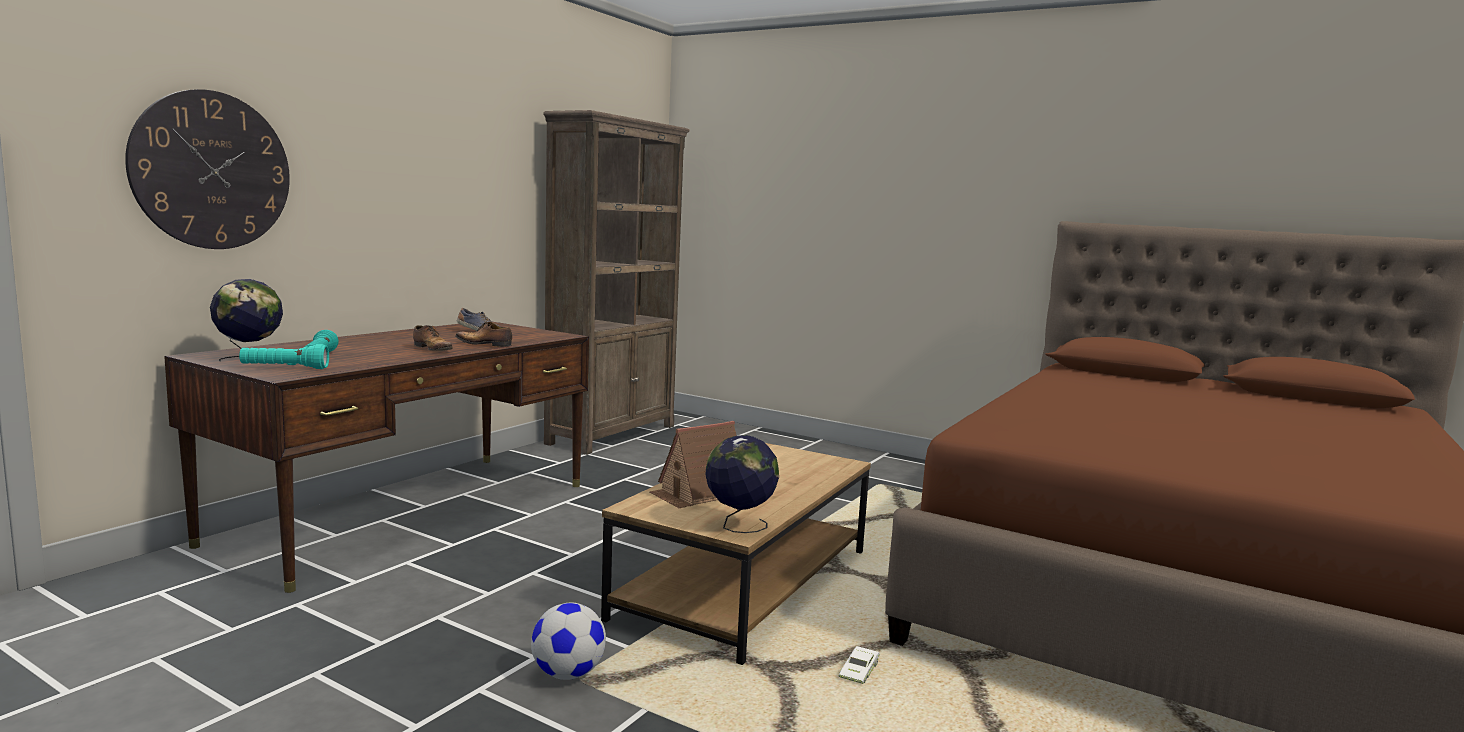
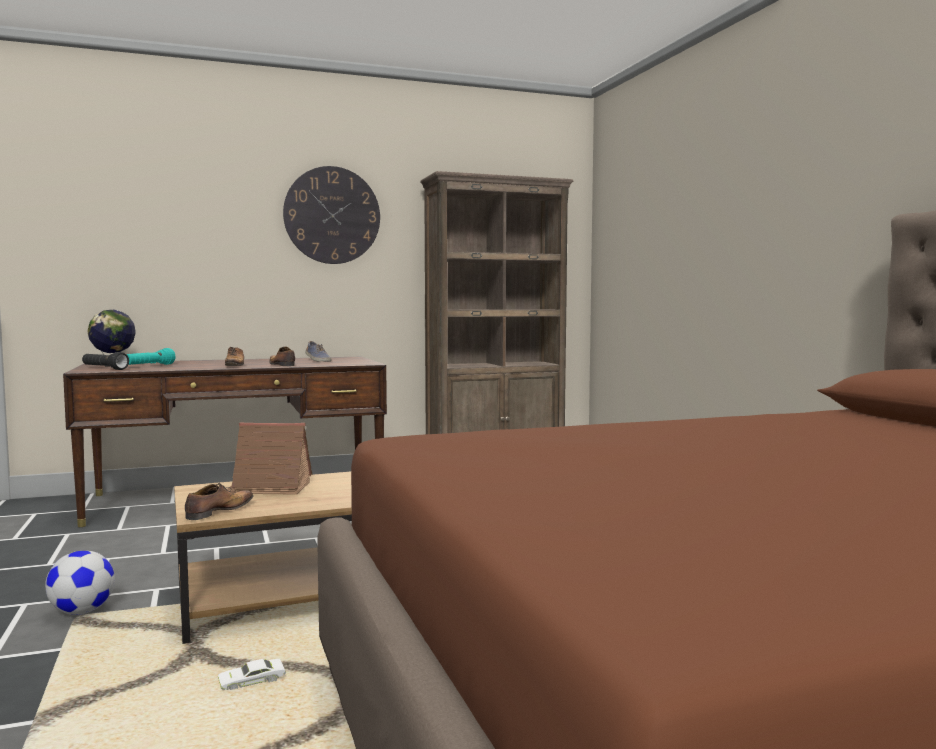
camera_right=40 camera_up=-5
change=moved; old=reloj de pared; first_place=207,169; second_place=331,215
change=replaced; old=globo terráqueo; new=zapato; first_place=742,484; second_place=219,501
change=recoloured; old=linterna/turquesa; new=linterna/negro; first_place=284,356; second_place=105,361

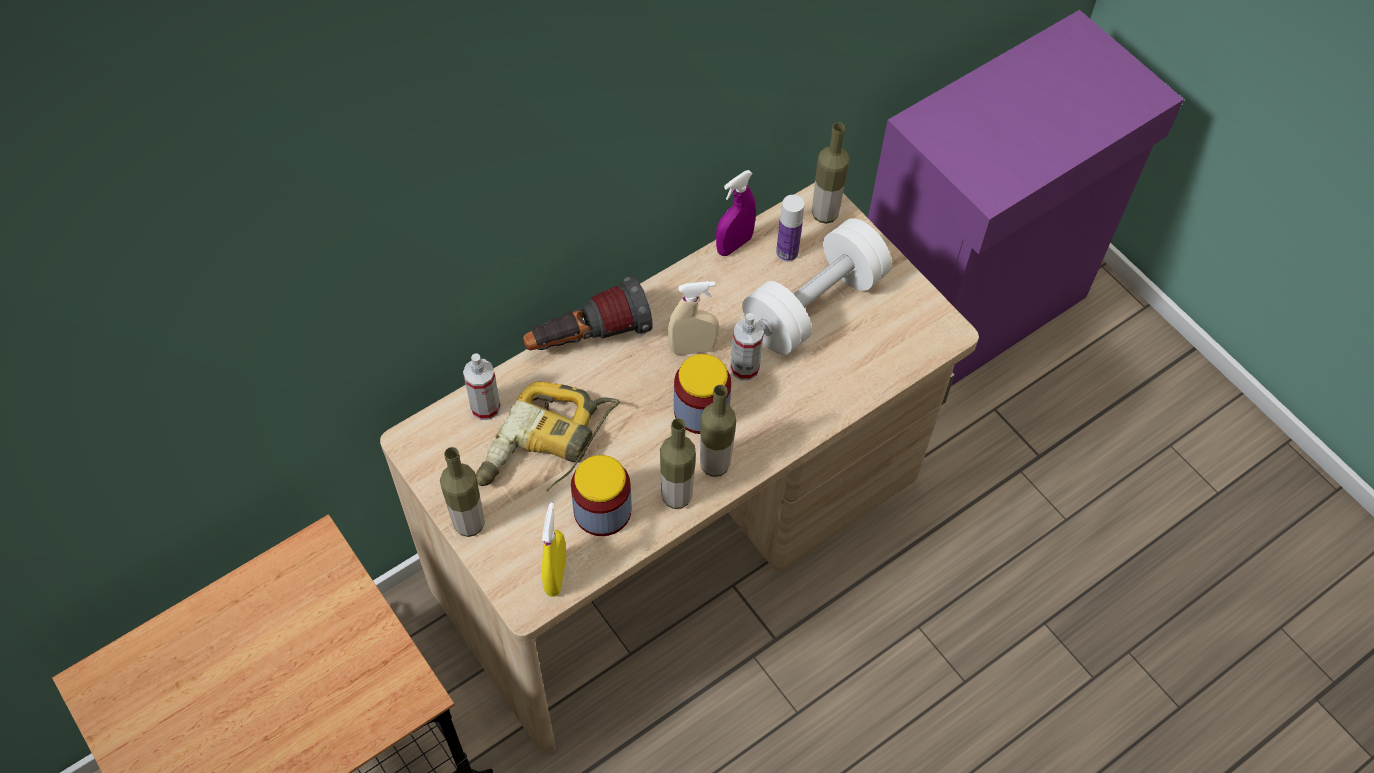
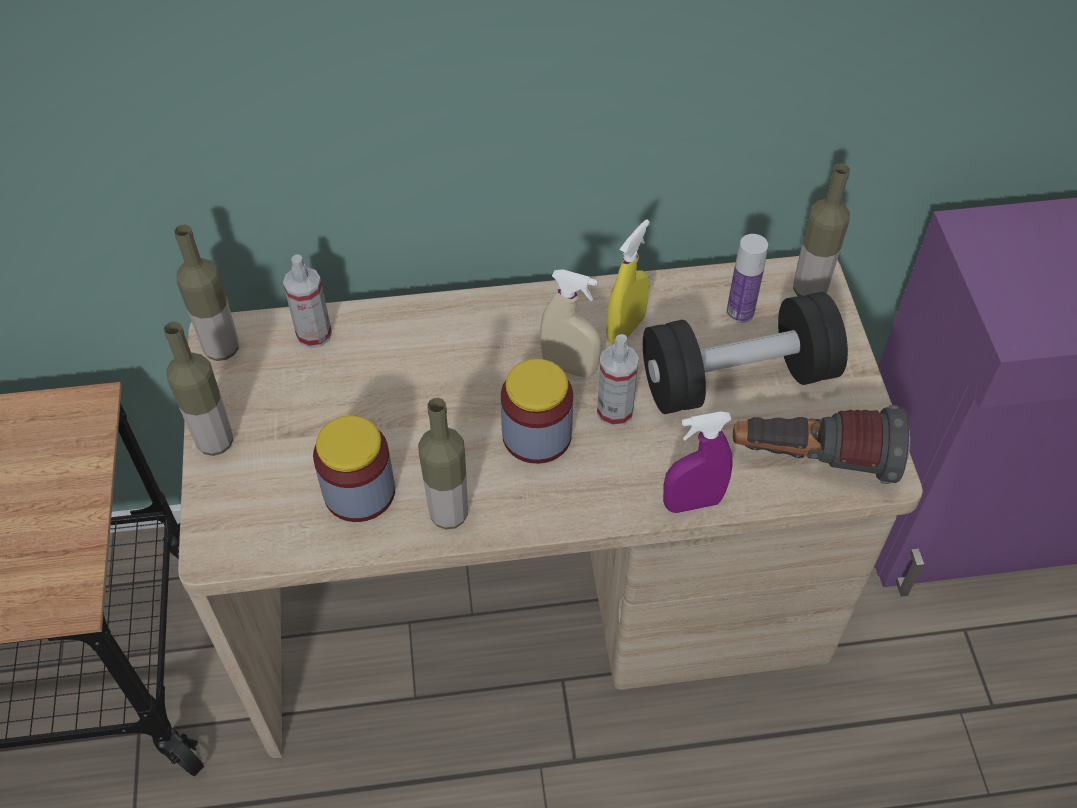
camera_right=30 camera_up=-5
change=removed; old=taladro; first_place=548,437
change=moved; old=linterna; first_place=588,313; second_place=821,444
change=moved; old=pulverizador/amarillo; first_place=553,550; second_place=628,282
change=moved; old=botella; first_place=718,431; second_place=206,292
change=moved; old=pulverizador/morado; first_place=736,213; second_place=698,462
change=recoloured; old=mancuerna/blanco; new=mancuerna/negro; first_place=817,286; second_place=745,353

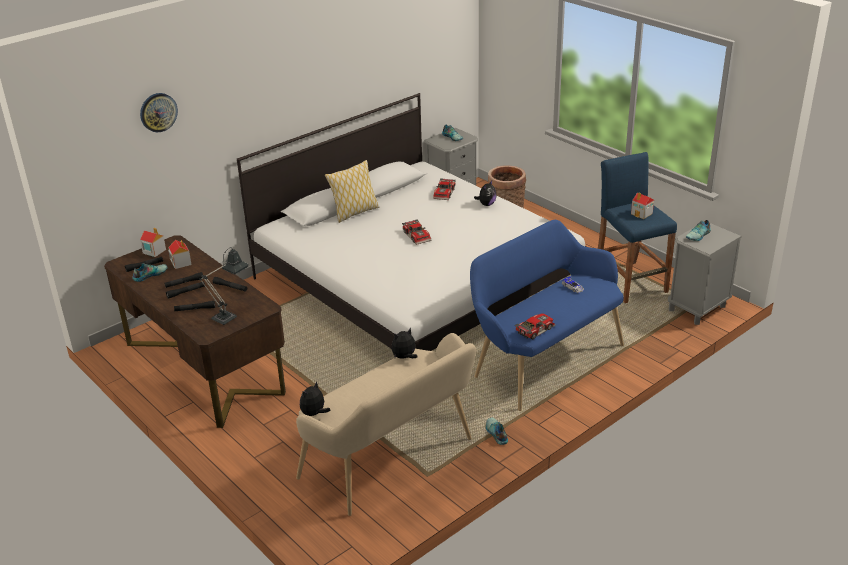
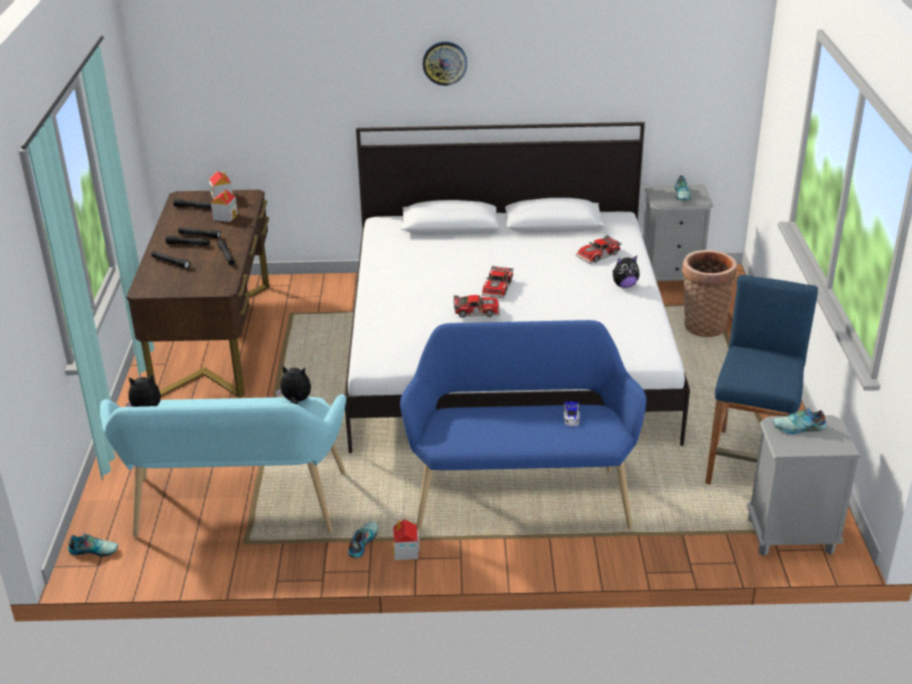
camera_right=40 camera_up=0
change=removed; old=lámpara de mesa; first_place=223,286
change=removed; old=cojín; first_place=352,191
change=moved; old=zapato; first_place=150,272; second_place=93,545
change=moved; old=reloj de pared; first_place=159,112; second_place=445,63
change=moved; old=coche de juguete; first_place=535,326; second_place=477,306
change=moved; old=casita; first_place=642,205; second_place=406,539
change=recoloured; old=banco/beis; new=banco/turquesa; first_place=386,424; second_place=223,466

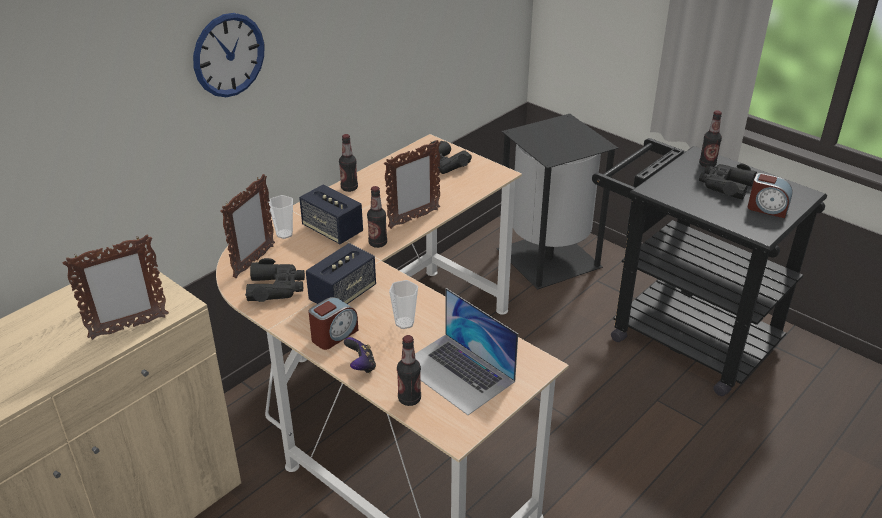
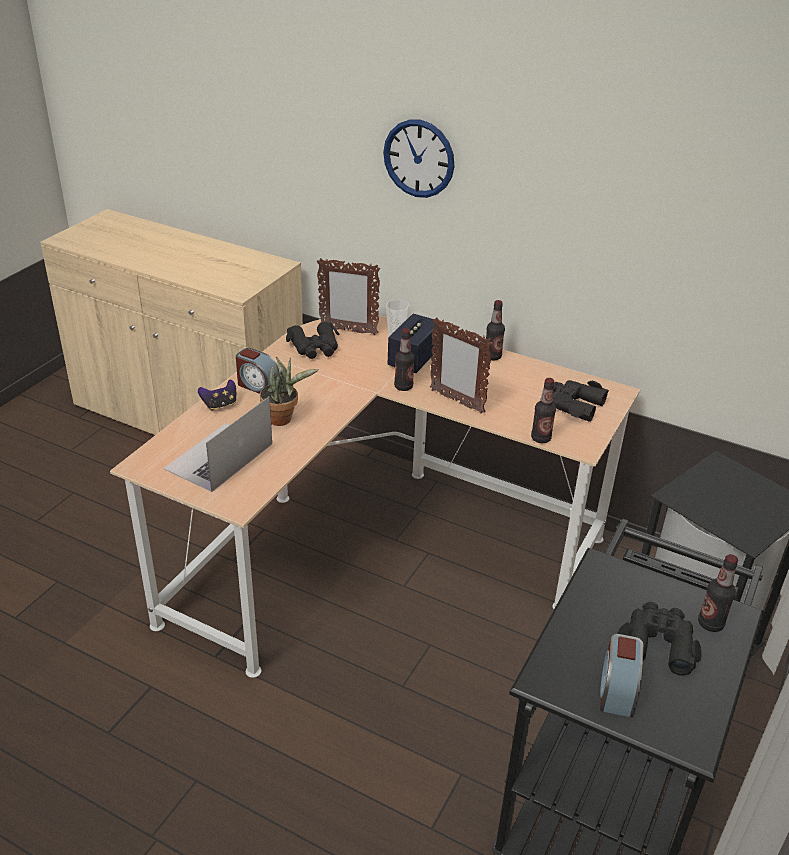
camera_right=75 camera_up=0
change=removed; old=portarretratos; first_place=116,287
change=removed; old=altavoz; first_place=341,273
change=moved; old=botella; first_place=409,370; second_place=543,410
change=replaced; old=taza; new=planta en maceta; first_place=403,304; second_place=289,391

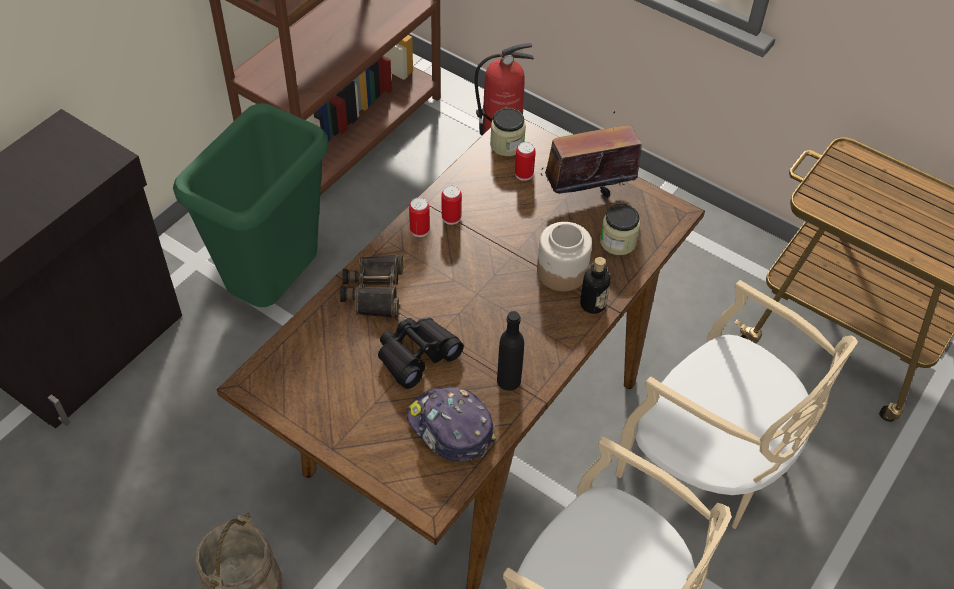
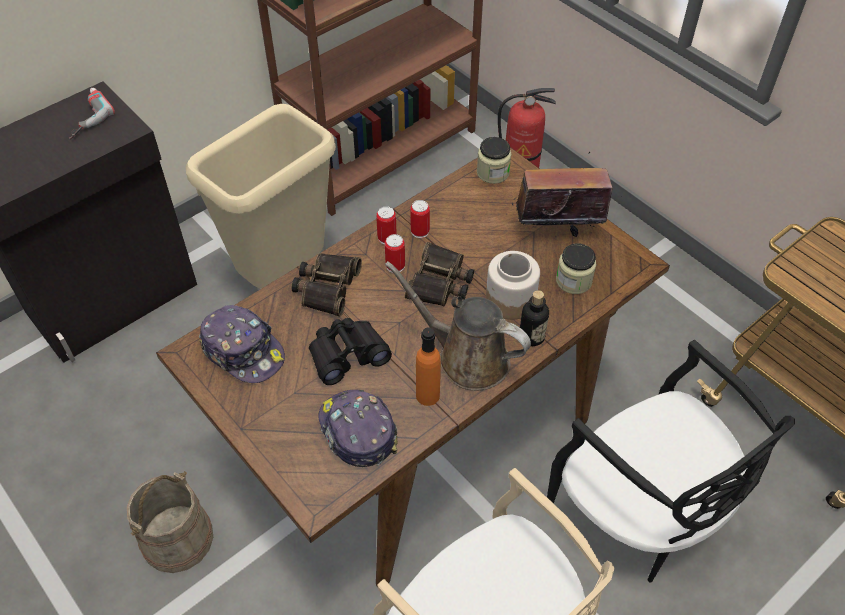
camera_right=15 camera_up=0
change=added; new=taladro; second_place=92,113
change=added; new=gorra; second_place=242,344
change=added; new=regadera/marrón; second_place=458,326
change=added; new=prismáticos; second_place=439,274
change=moved; old=lata; first_place=525,161; second_place=395,253
change=recoloured; old=papelera/verde; new=papelera/beis; first_place=250,205; second_place=260,196
change=recoloured; old=botella/negro; new=botella/naranja; first_place=510,351; second_place=428,367
change=recoloured; old=silla/beis; new=silla/negro; first_place=737,404; second_place=671,461

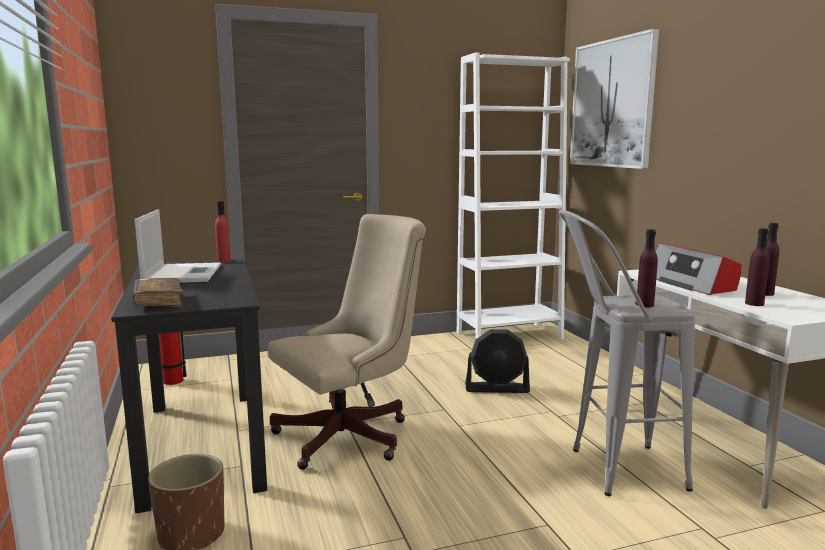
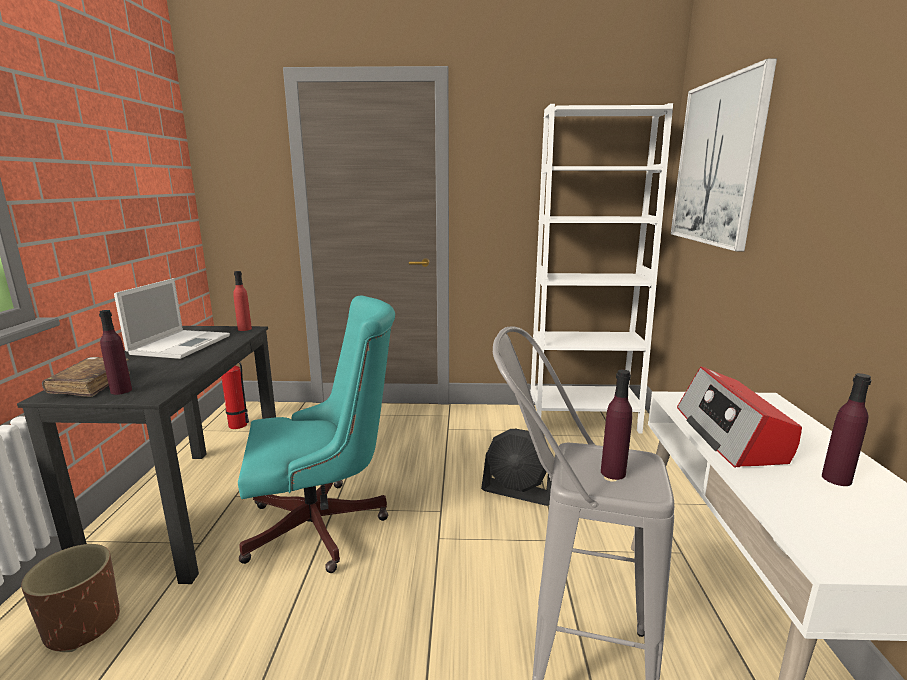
camera_right=20 camera_up=5
change=moved; old=botella/morado; first_place=757,267; second_place=115,352
change=recoloured; old=silla de oficina/beis; new=silla de oficina/turquesa; first_place=347,342; second_place=316,434

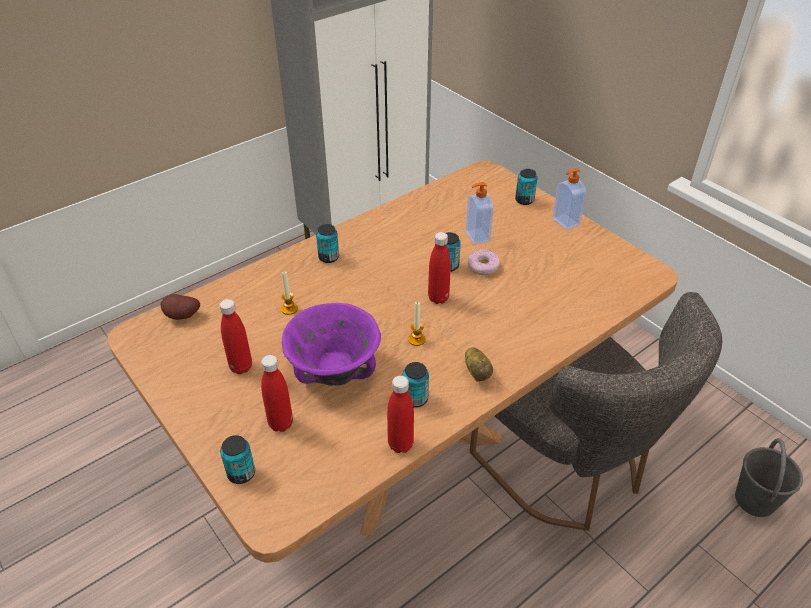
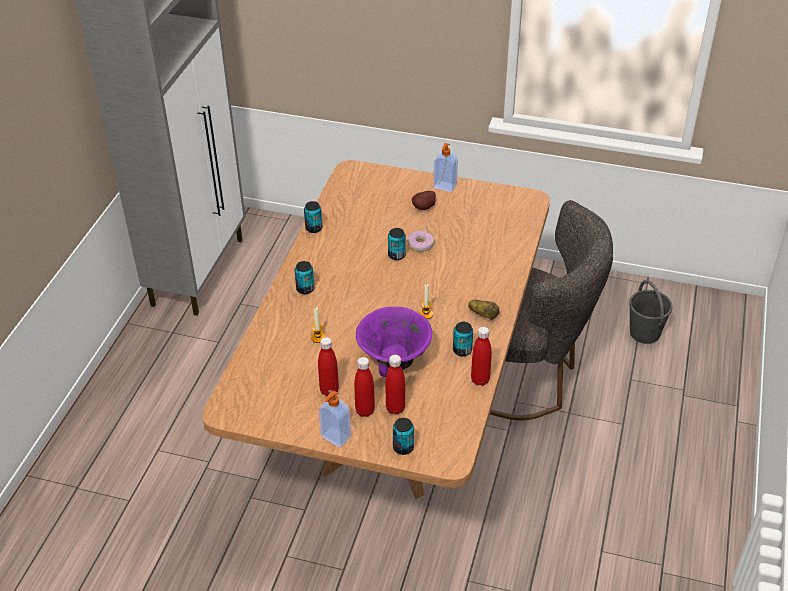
camera_right=-35 camera_up=0
change=moved; old=patata; first_place=180,307; second_place=424,200
change=moved; old=botella/rojo; first_place=439,268; second_place=364,387
change=moved; old=dispensador de jabón; first_place=479,213; second_place=335,419
change=moved; old=lata; first_place=526,187; second_place=313,217

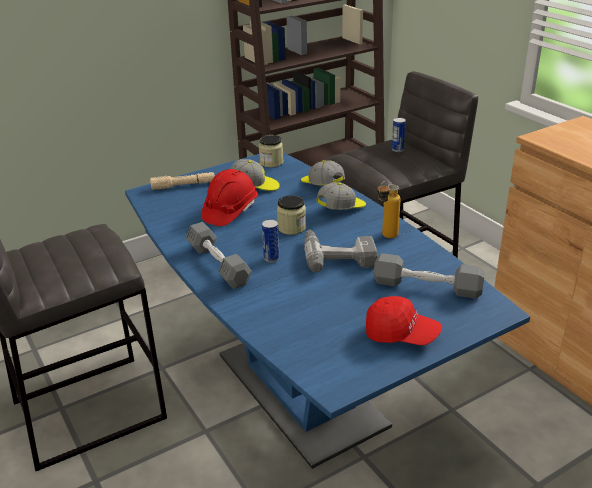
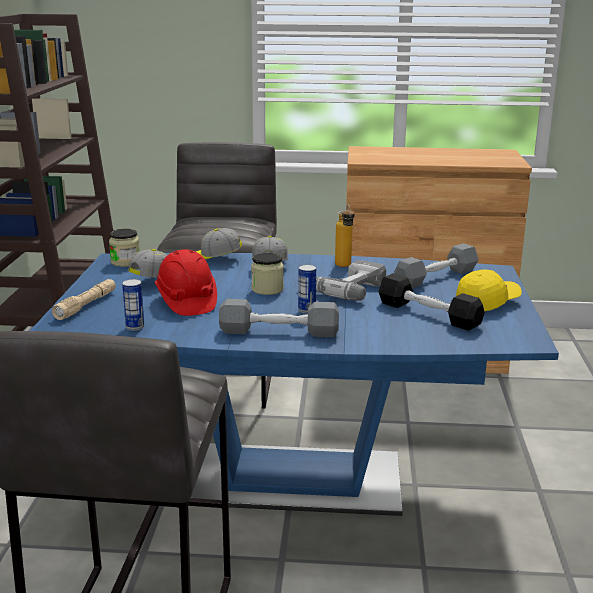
camera_right=-55 camera_up=-10
change=added; new=mancuerna/negro; second_place=431,302
change=moved; old=lata; first_place=399,135; second_place=133,305
change=recoloured; old=gorra/rojo; new=gorra/amarillo; first_place=404,320; second_place=489,290

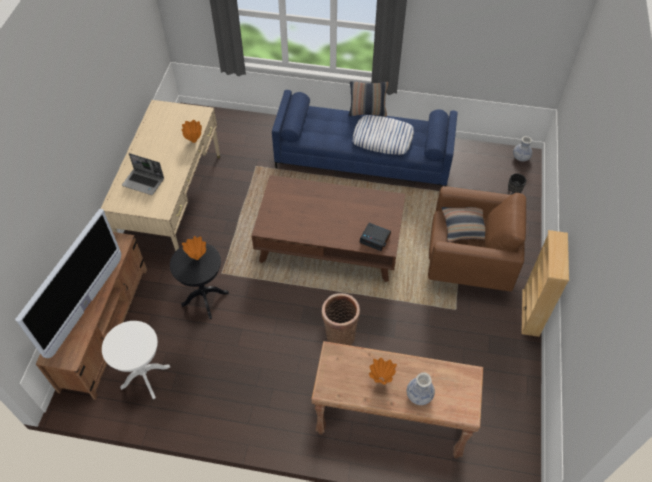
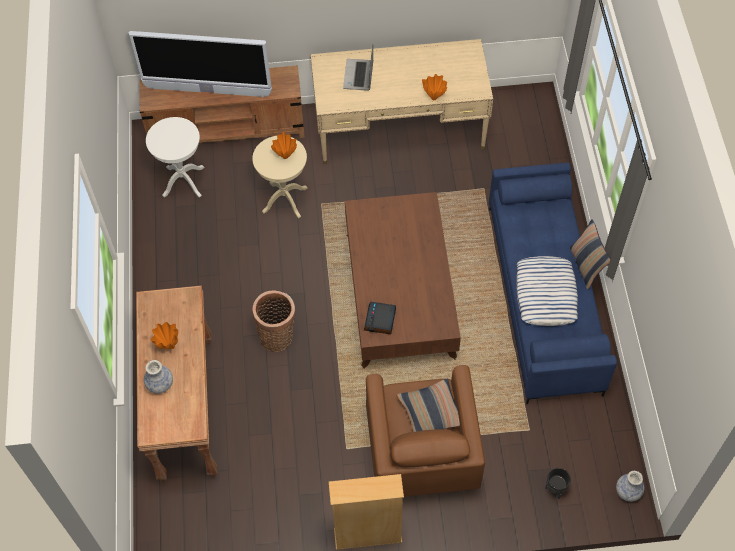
camera_right=75 camera_up=5
change=recoloured; old=mesa auxiliar/negro; new=mesa auxiliar/beis; first_place=199,281; second_place=280,177

